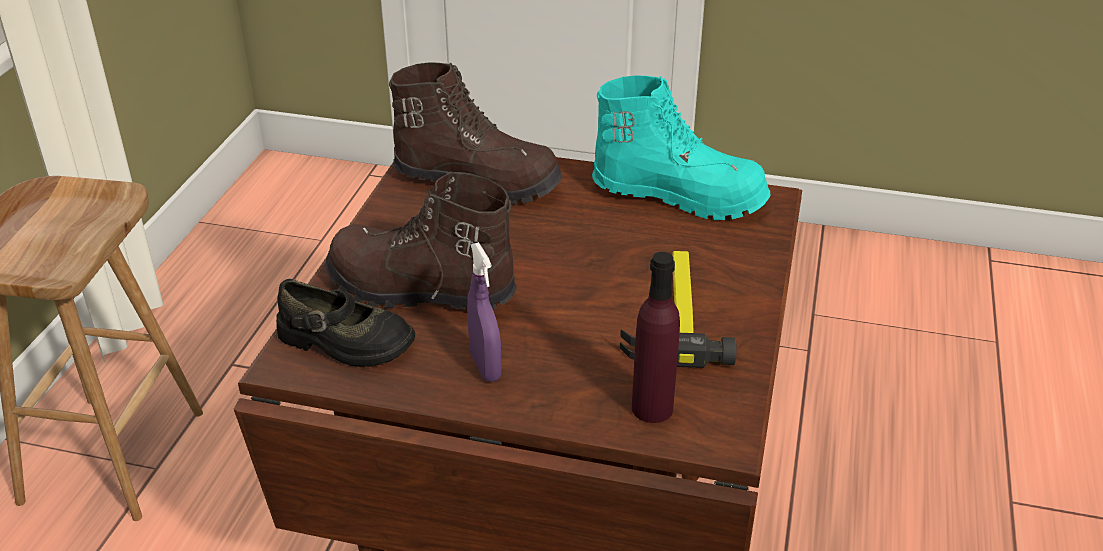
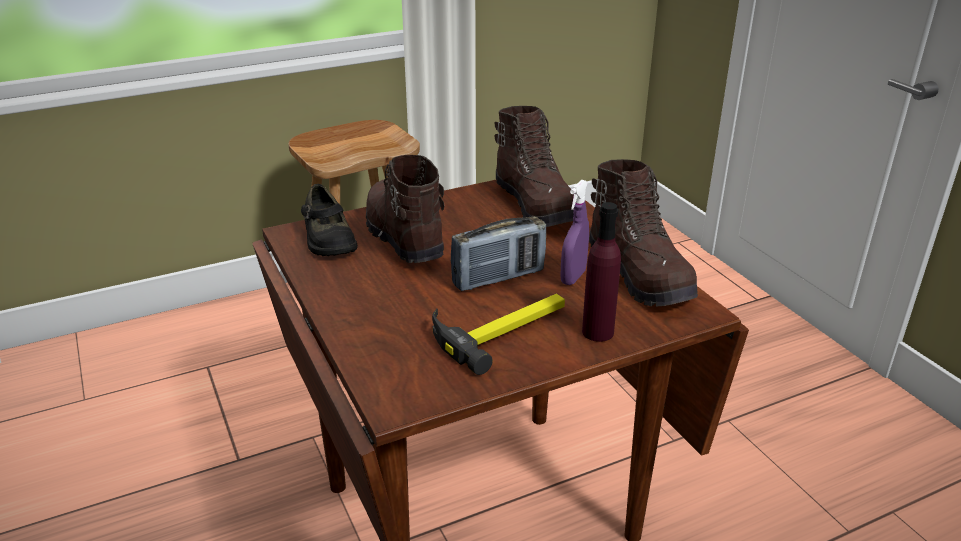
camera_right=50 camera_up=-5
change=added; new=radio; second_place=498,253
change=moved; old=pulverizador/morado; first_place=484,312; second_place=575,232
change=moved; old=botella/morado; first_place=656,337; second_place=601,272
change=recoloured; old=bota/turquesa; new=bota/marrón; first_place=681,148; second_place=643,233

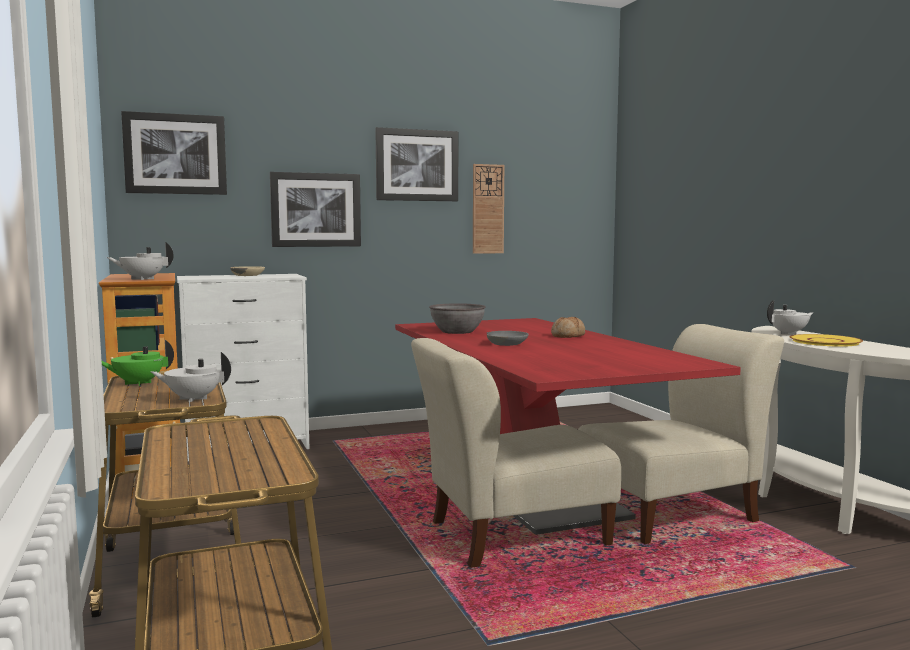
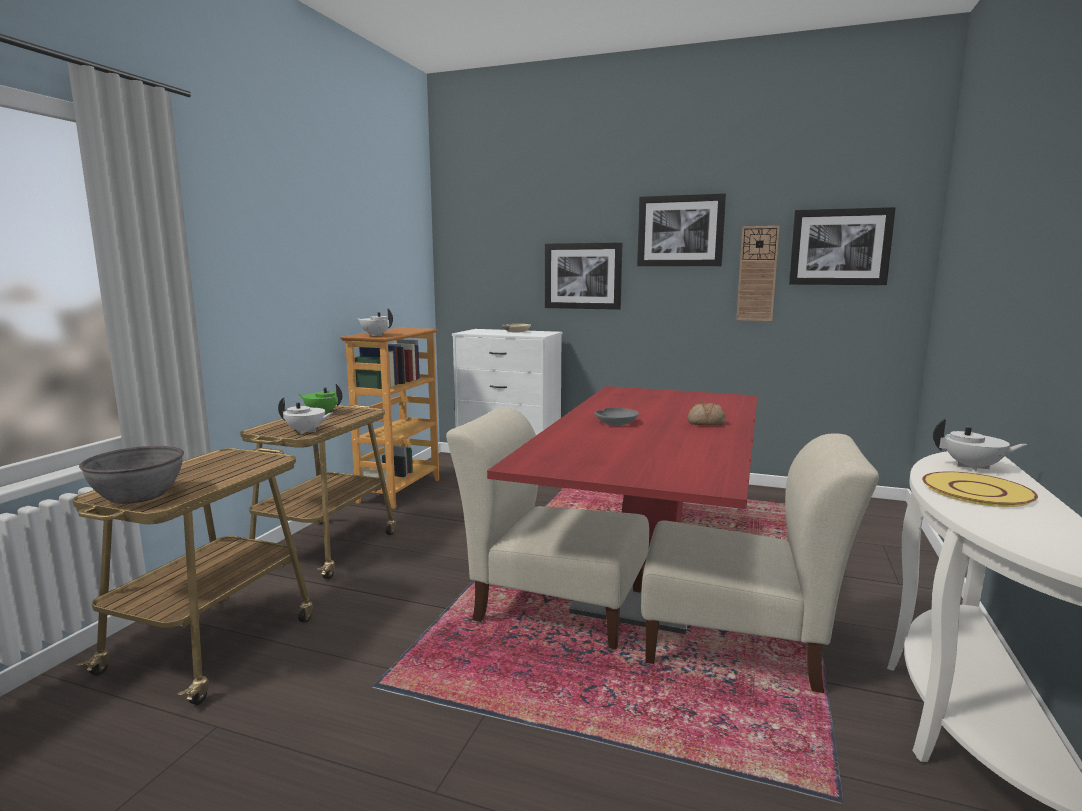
camera_right=40 camera_up=5
change=moved; old=cuadro; first_place=174,153; second_place=842,246
change=moved; old=cuenco/gris; first_place=457,318; second_place=131,475
change=turned; old=tetera/blanco; first_place=191,377; second_place=305,415; degrees=150

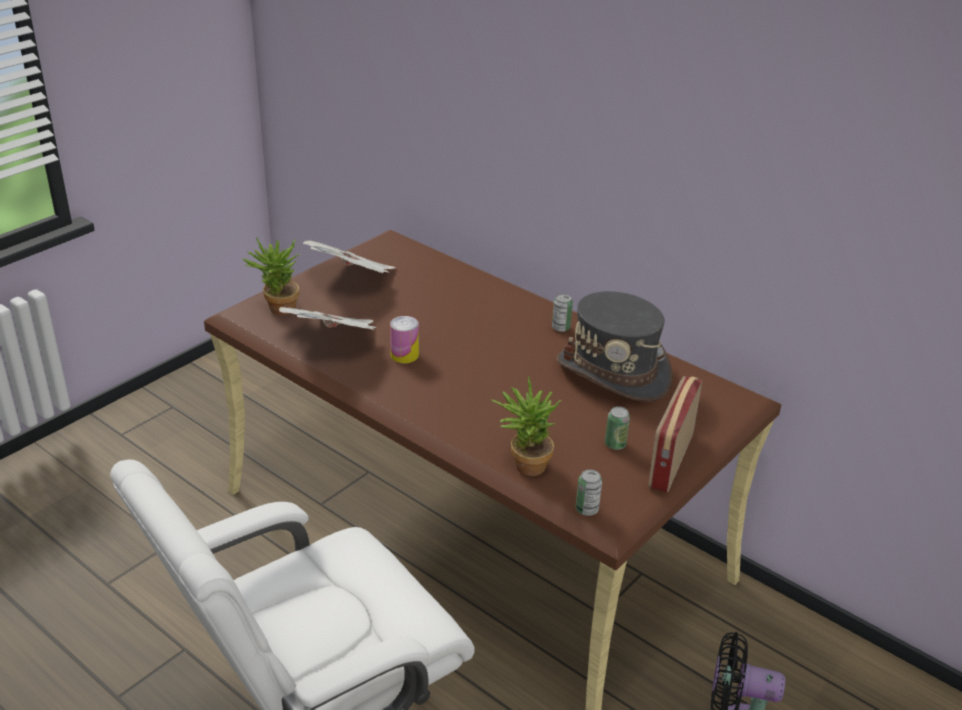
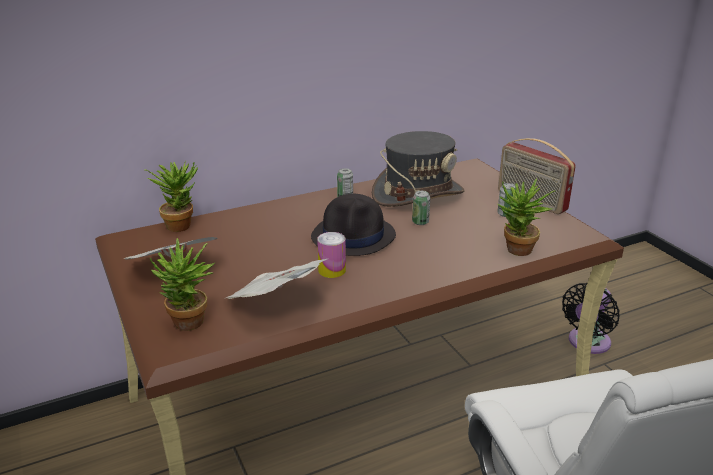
camera_right=-65 camera_up=-5
change=added; new=planta en maceta; second_place=171,196
change=added; new=sombrero/negro; second_place=353,225
change=moved; old=lata; first_place=589,492; second_place=421,208

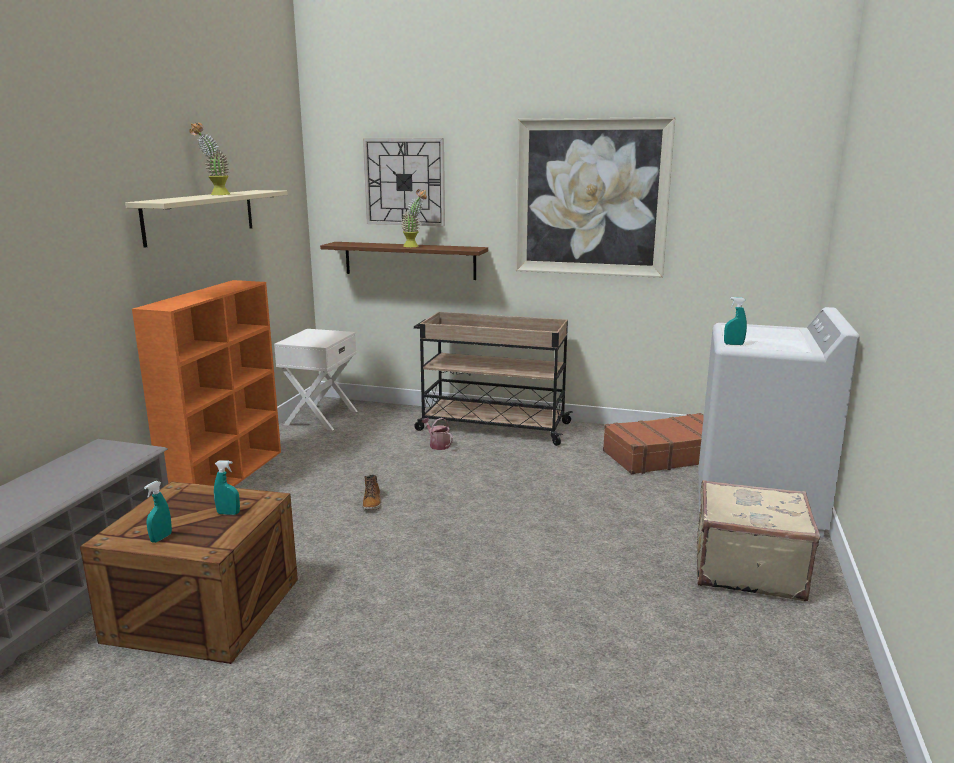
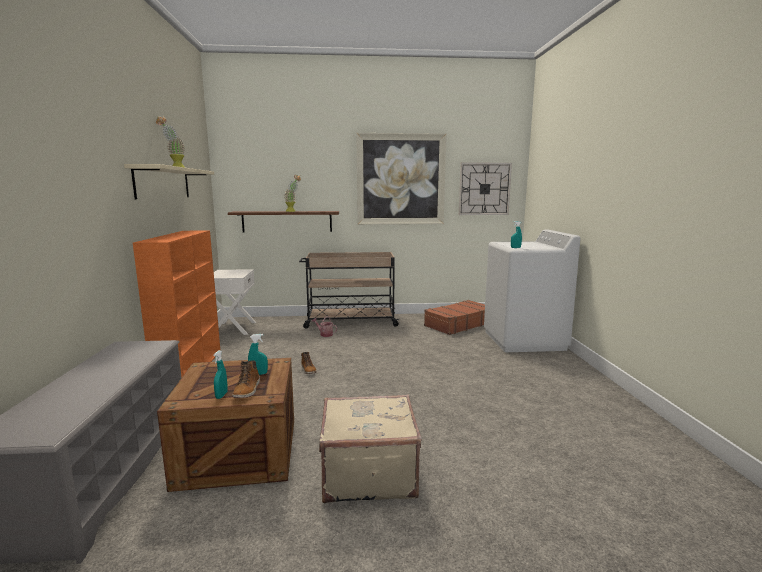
camera_right=-20 camera_up=-5
change=added; new=bota; second_place=246,379
change=moved; old=reloj de pared; first_place=404,182; second_place=485,188
change=moved; old=maleta/beis; first_place=758,540; second_place=370,448

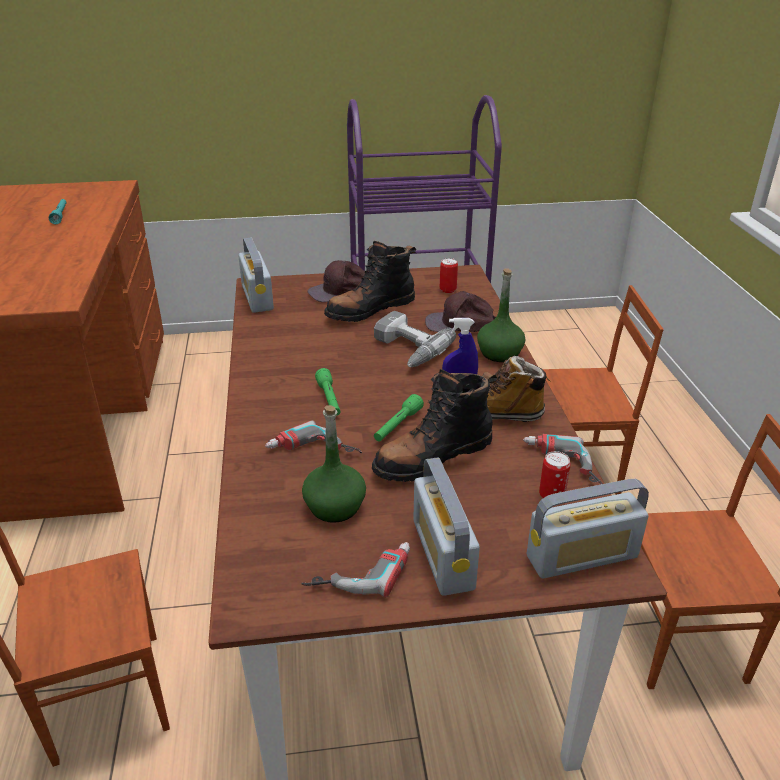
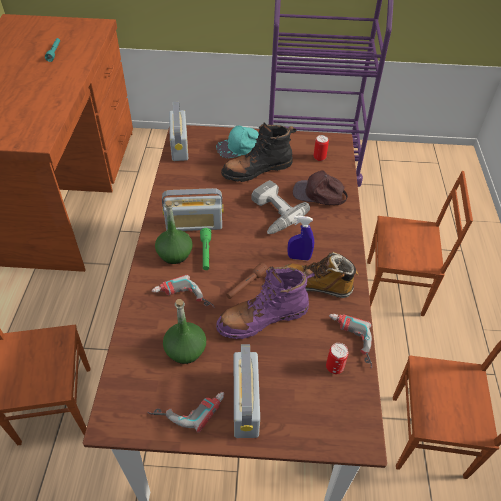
camera_right=10 camera_up=15
change=moved; old=botella/verde; first_place=501,315; second_place=174,232
change=moved; old=radio; first_place=588,529; second_place=193,209
change=recoloured; old=gorra/marrón; new=gorra/turquesa; first_place=336,281; second_place=237,141
change=recoloured; old=bota/negro; new=bota/morado; first_place=434,425; second_place=265,302
change=recoloured; old=linterna/verde; new=linterna/marrón; first_place=399,418; second_place=247,280

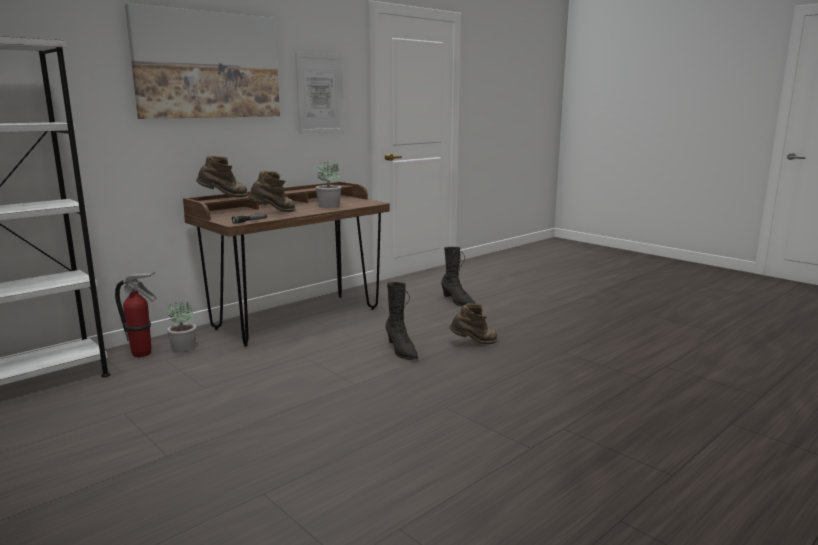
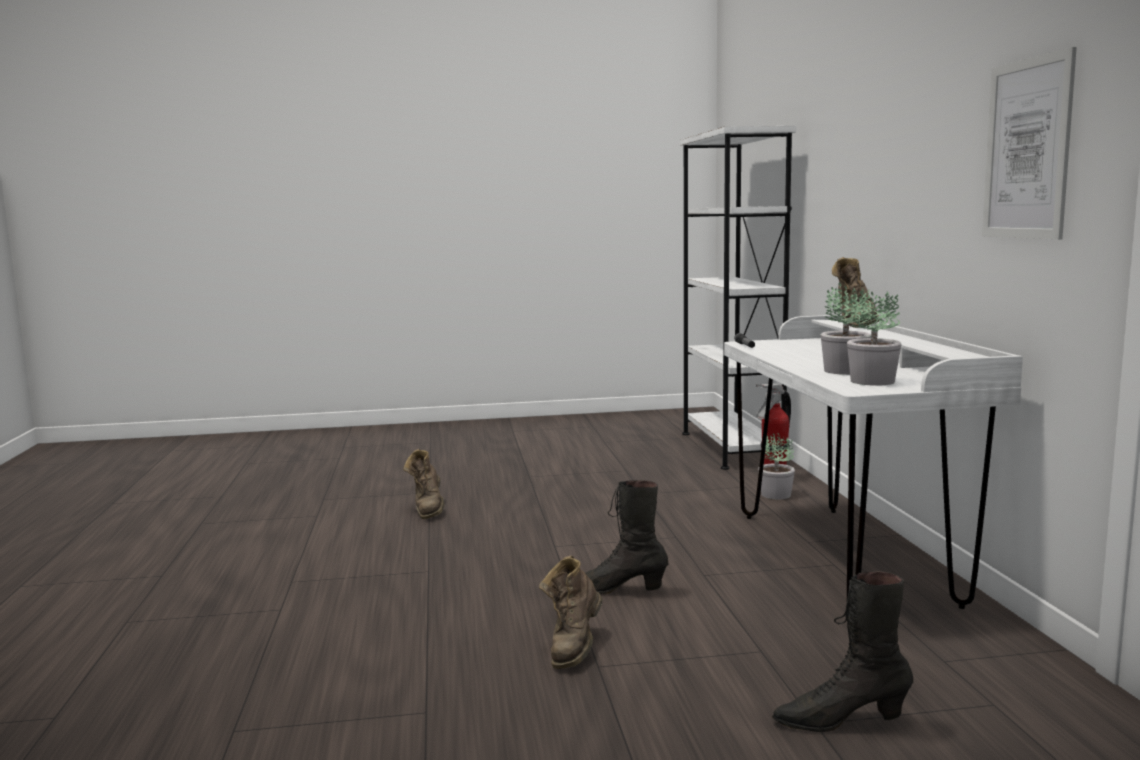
camera_right=125 camera_up=-5
change=removed; old=cuadro; first_place=202,61
change=added; new=planta en maceta; second_place=874,338
change=moved; old=bota/marrón; first_place=272,191; second_place=423,484
change=recoloured; old=escritorio/marrón; new=escritorio/blanco; first_place=286,264; second_place=873,462

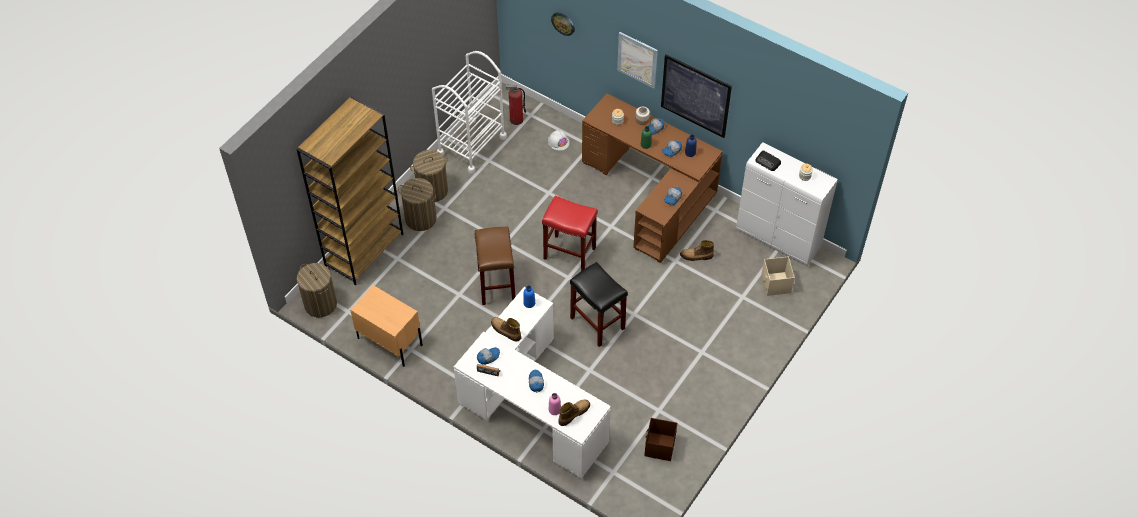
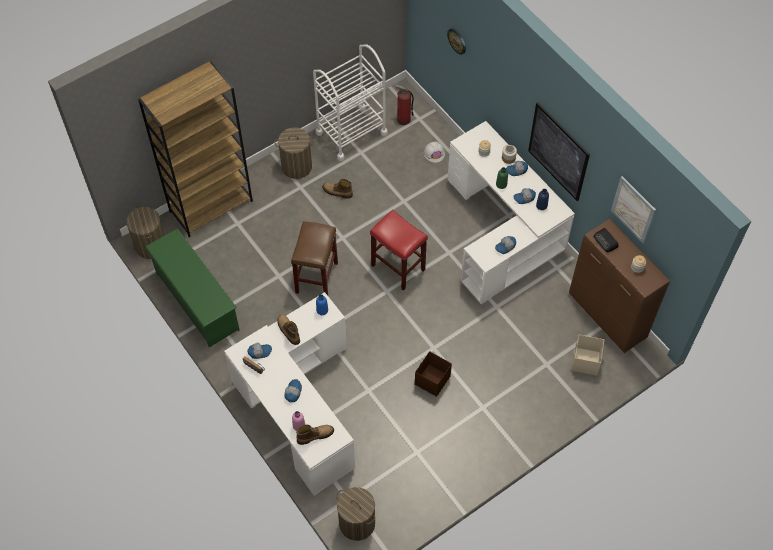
camera_right=20 camera_up=5
change=removed; old=taburete/negro; first_place=599,304
change=moved; old=cesto de la ropa; first_place=417,204; second_place=355,514
change=moved; old=cuadro; first_place=637,60; second_place=633,209
change=moved; old=caja de almacenaje/marrón; first_place=660,439; second_place=433,374
change=moved; old=bota; first_place=697,250; second_place=337,189
change=replaced; old=mesita de noche/beis; new=zapatero/verde; first_place=386,326; second_place=192,287
change=recoloured; old=escritorio/marrón; new=escritorio/blanco; first_place=652,178; second_place=511,212
change=recoloured; old=armario/blanco; new=armario/marrón; first_place=787,204; second_place=619,286

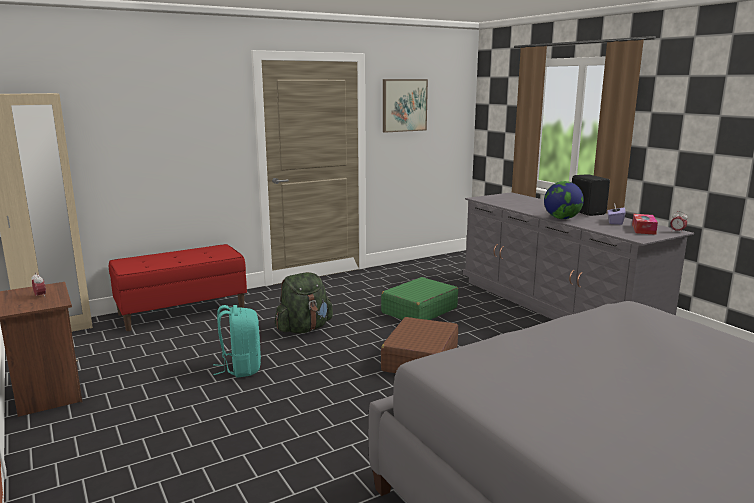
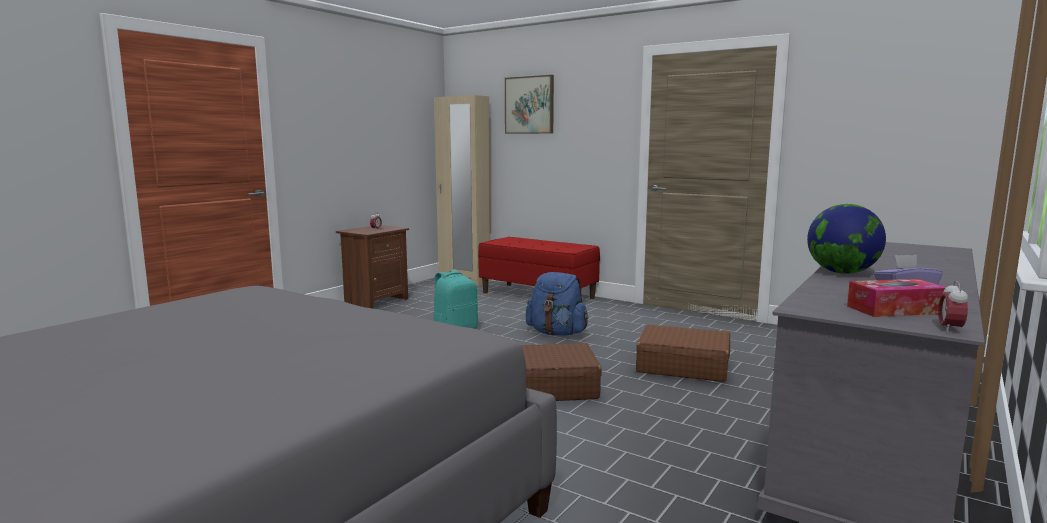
camera_right=65 camera_up=-5
change=removed; old=altavoz/negro; first_place=591,195
change=moved; old=cuadro; first_place=405,106; second_place=529,104
change=recoloured; old=mochila/verde; new=mochila/azul; first_place=304,303; second_place=557,304
change=recoloured; old=maleta/verde; new=maleta/marrón; first_place=419,298; second_place=683,353

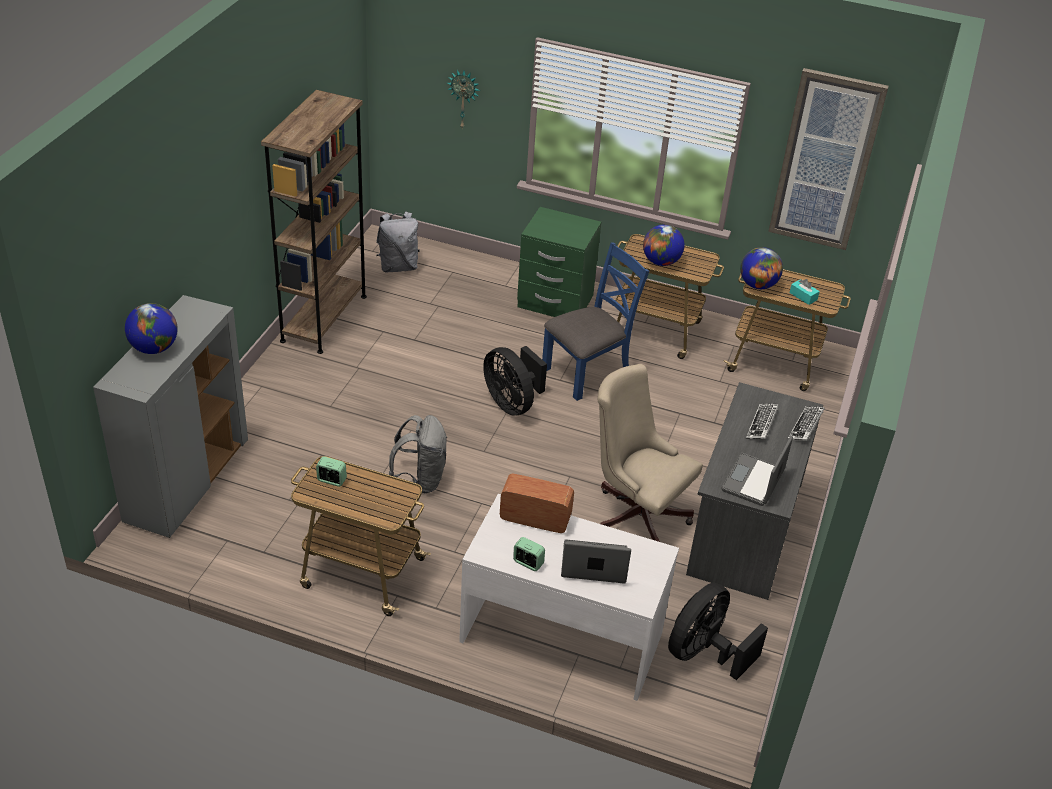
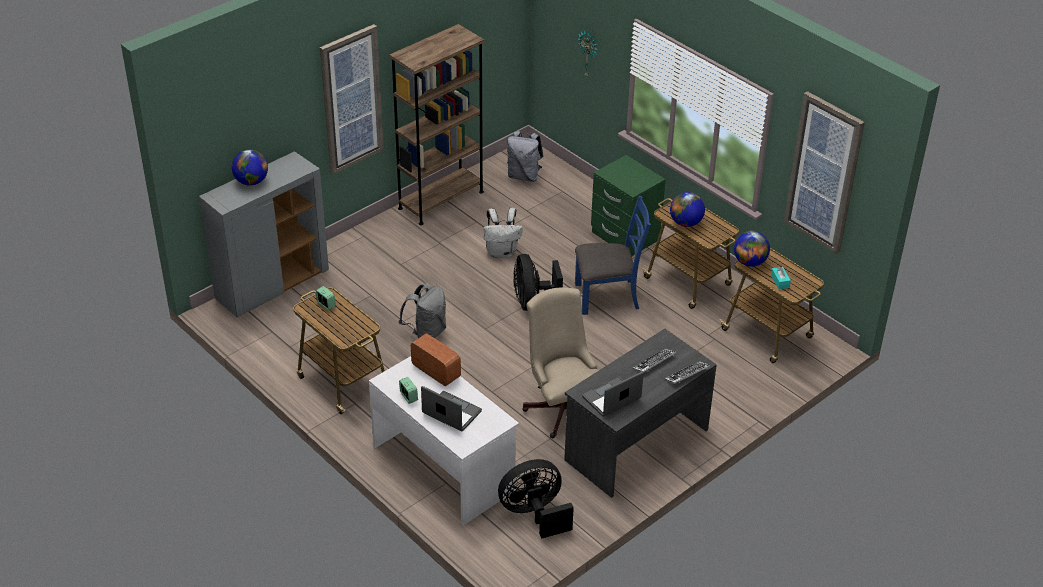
camera_right=30 camera_up=0
change=added; new=cuadro; second_place=352,99
change=added; new=mochila/blanco; second_place=503,233

